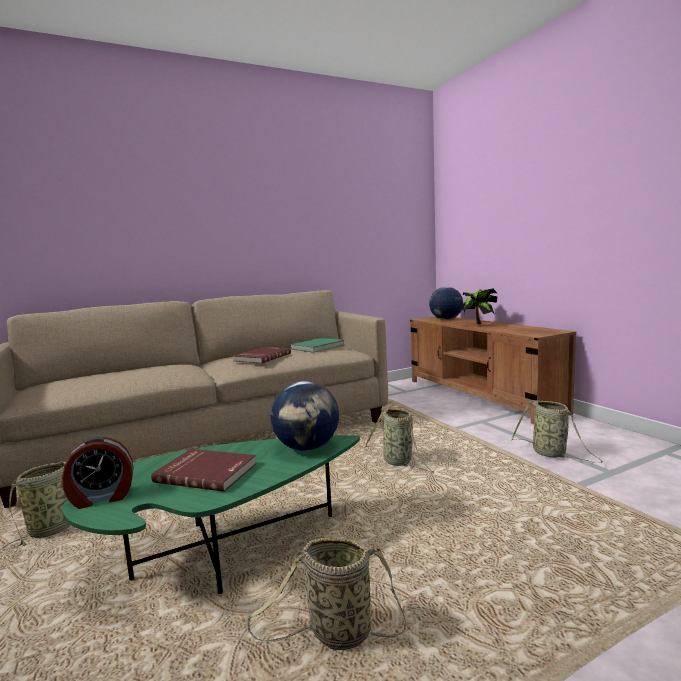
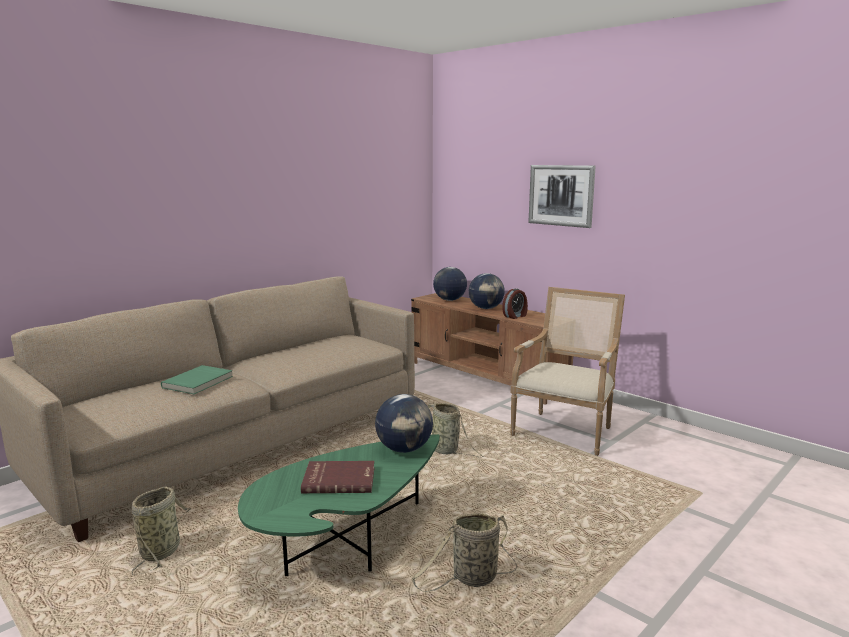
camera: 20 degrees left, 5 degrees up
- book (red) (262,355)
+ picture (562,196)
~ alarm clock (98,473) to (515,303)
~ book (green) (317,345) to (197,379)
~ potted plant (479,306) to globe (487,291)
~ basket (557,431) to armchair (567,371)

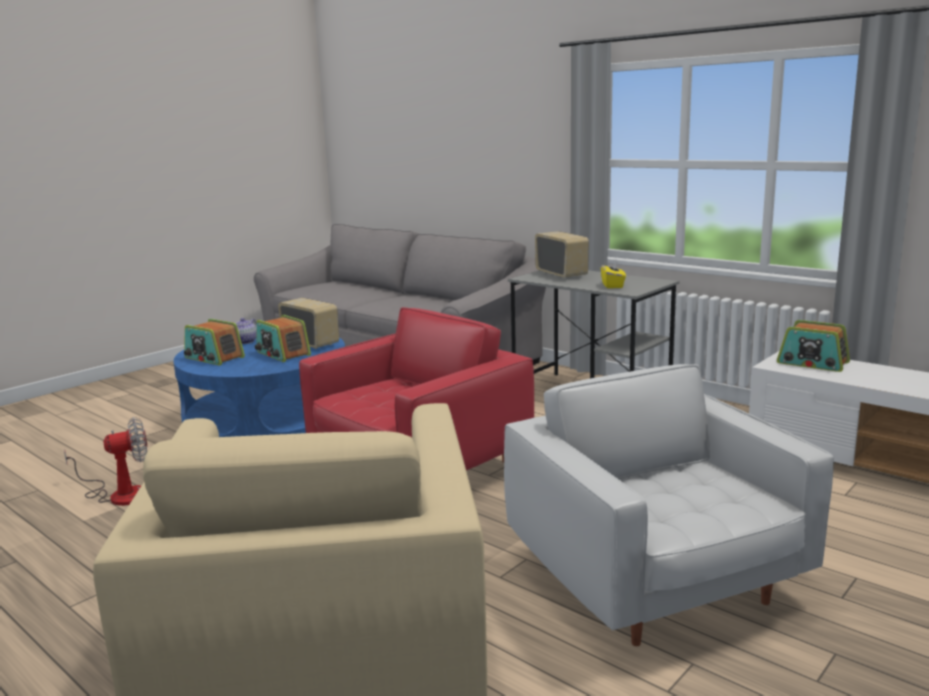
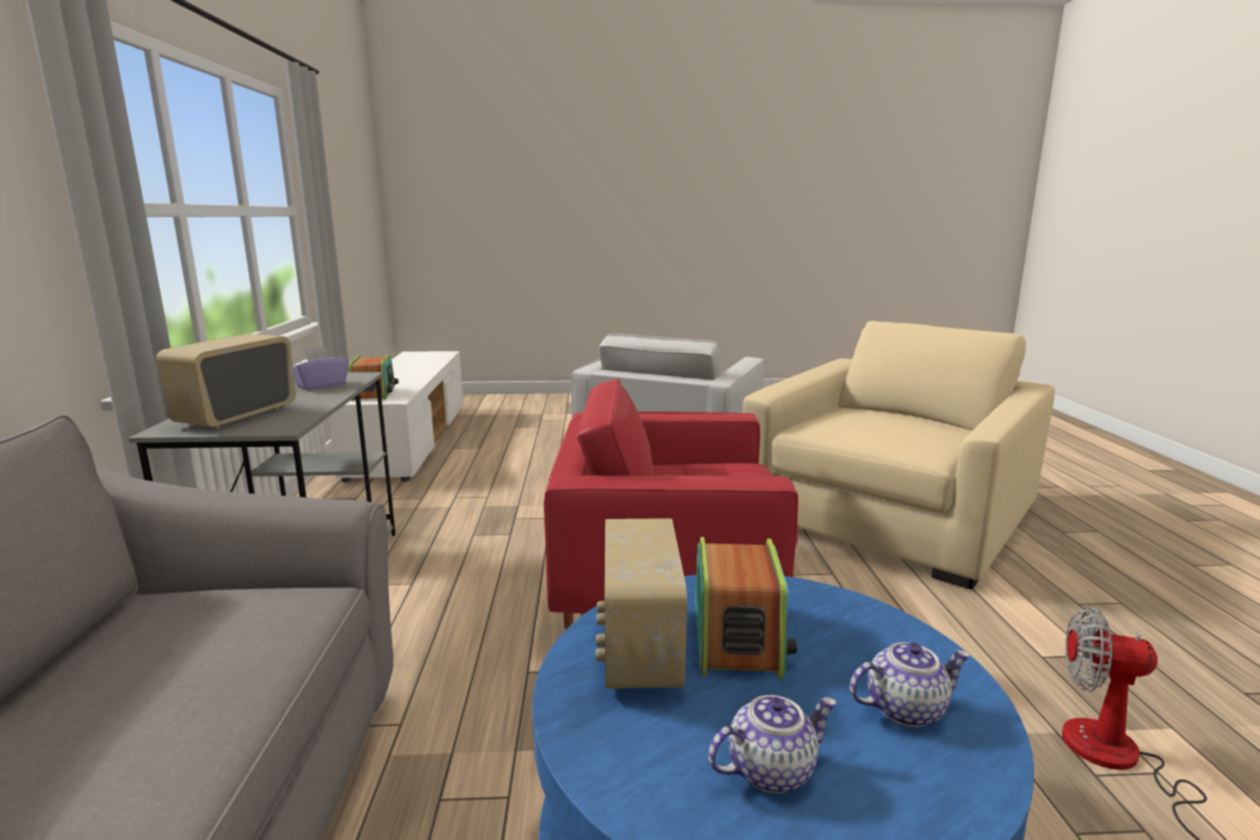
camera: 135 degrees left, 0 degrees up
~ radio (214,342) to teapot (910,684)
~ tissue box (yellow) (613,274) to tissue box (purple) (320,368)

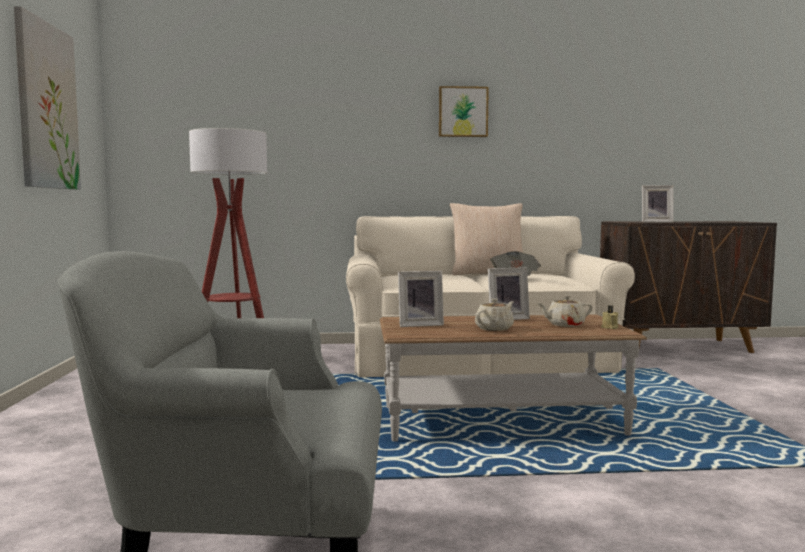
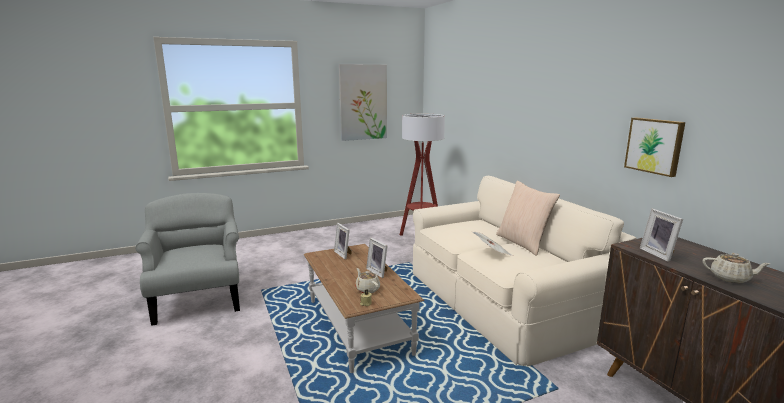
camera: 70 degrees right, 10 degrees up
~ picture (464,111) to (654,147)
~ teapot (beige) (494,314) to (736,268)

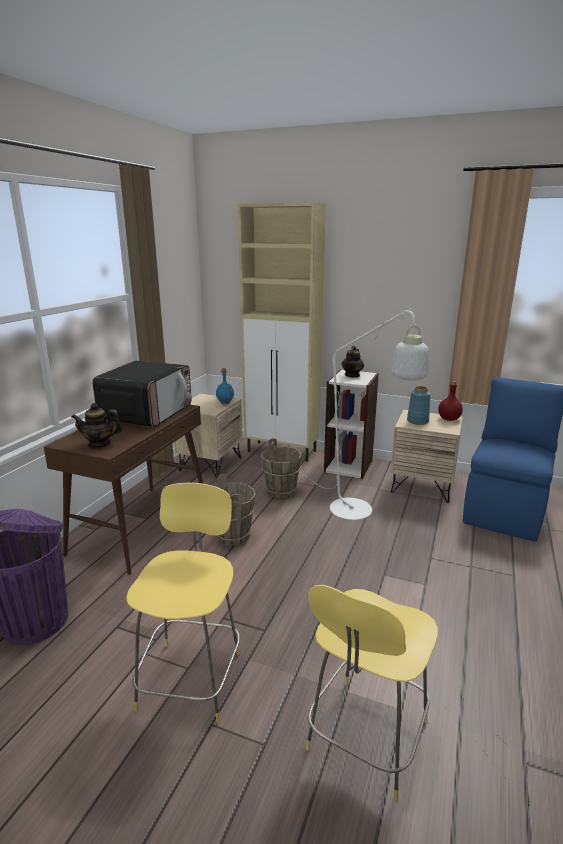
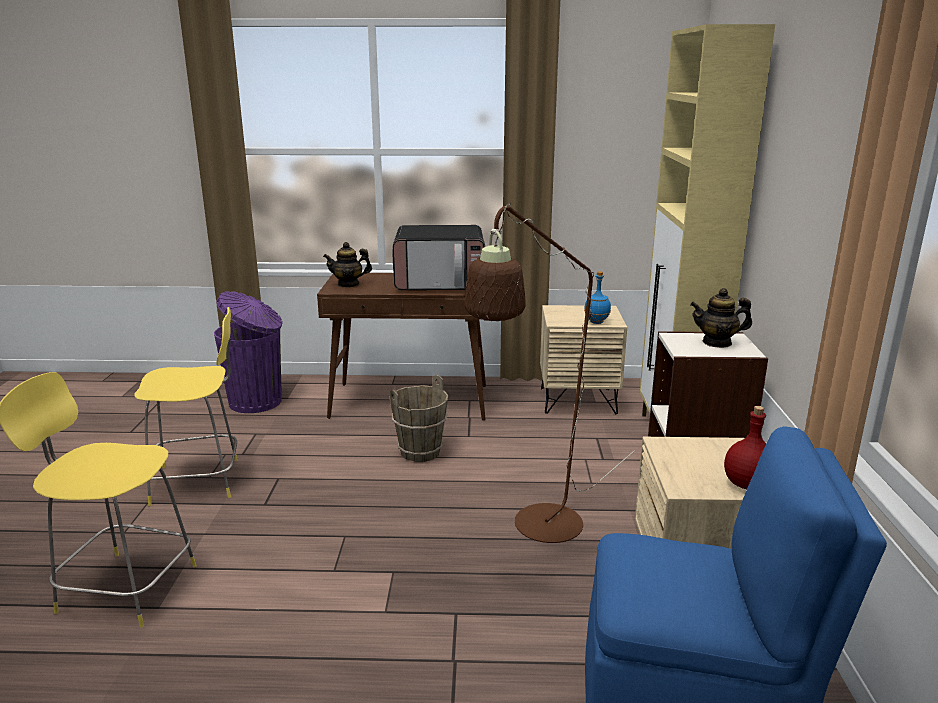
camera: 70 degrees right, 0 degrees up
- bucket (brown) (281,468)
- vase (blue) (419,405)
~ floor lamp (white) (364,414) to floor lamp (brown) (549,372)
~ teapot (97,425) = (347,265) 75 degrees counterclockwise

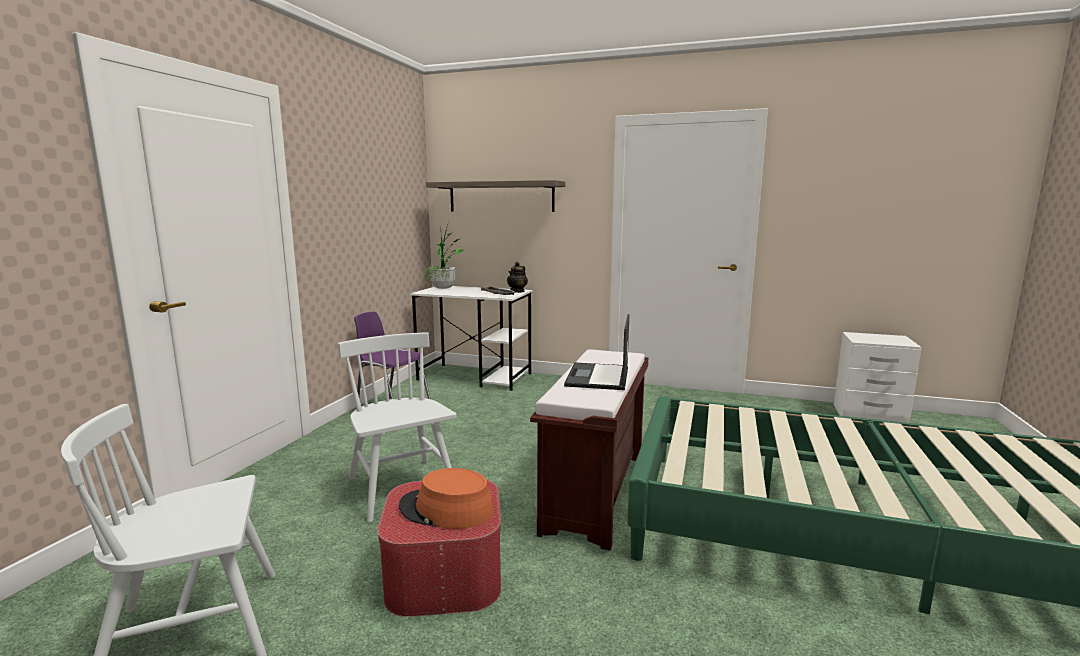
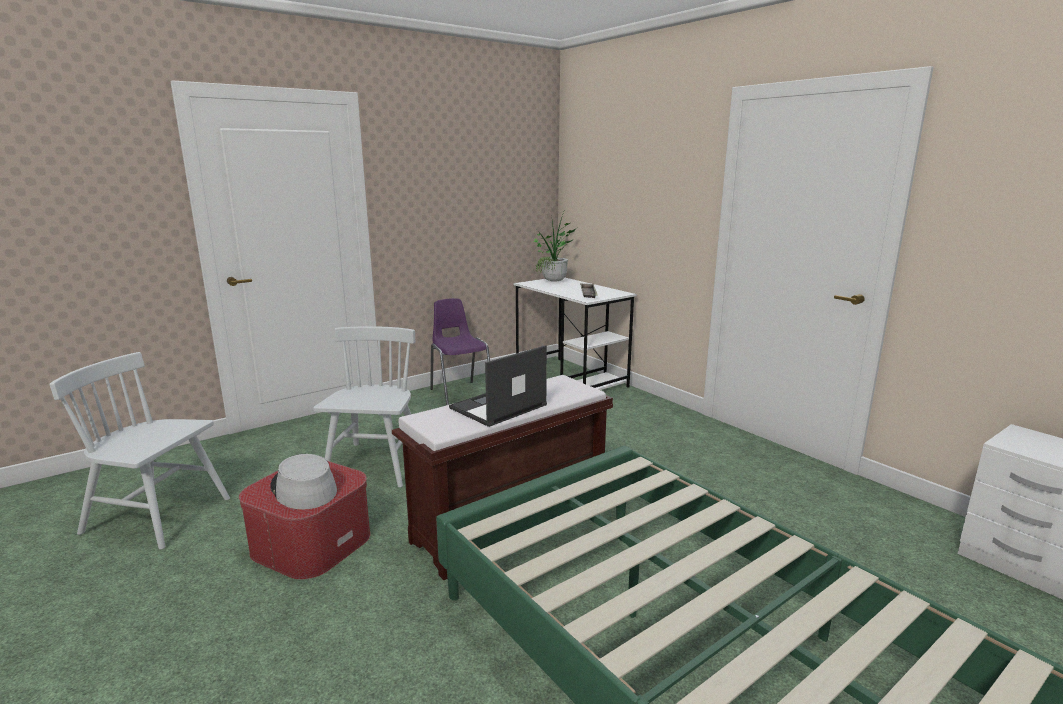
camera: 35 degrees right, 5 degrees up
- shelf (495,196)
- teapot (517,277)
~ hat (orange) (446,498) to hat (grey) (303,482)

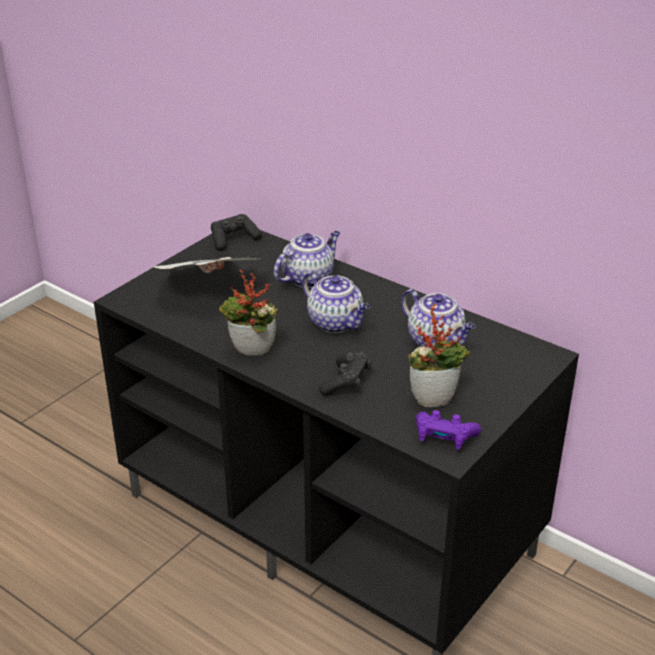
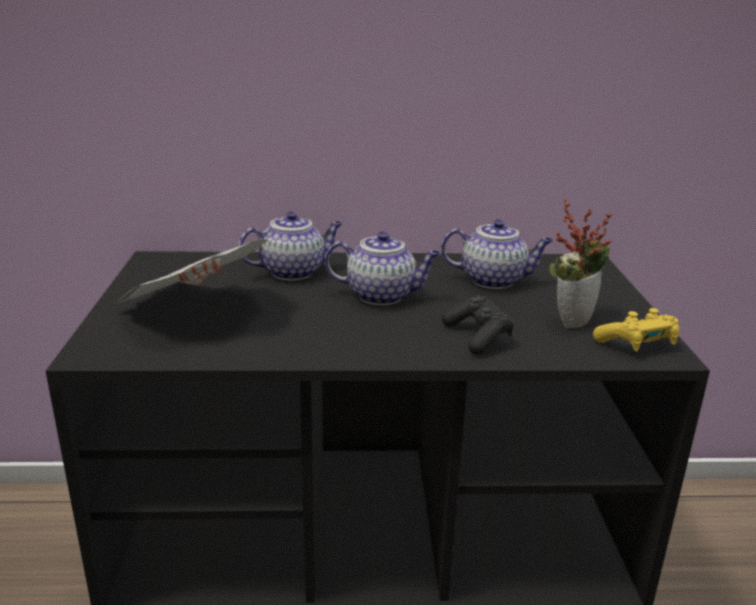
camera: 40 degrees left, 10 degrees down
- game controller (black) (236,232)
- potted plant (248,313)
~ game controller (purple) (448,430) to game controller (yellow) (636,329)
~ teapot (307,259) = (290,245) 60 degrees clockwise

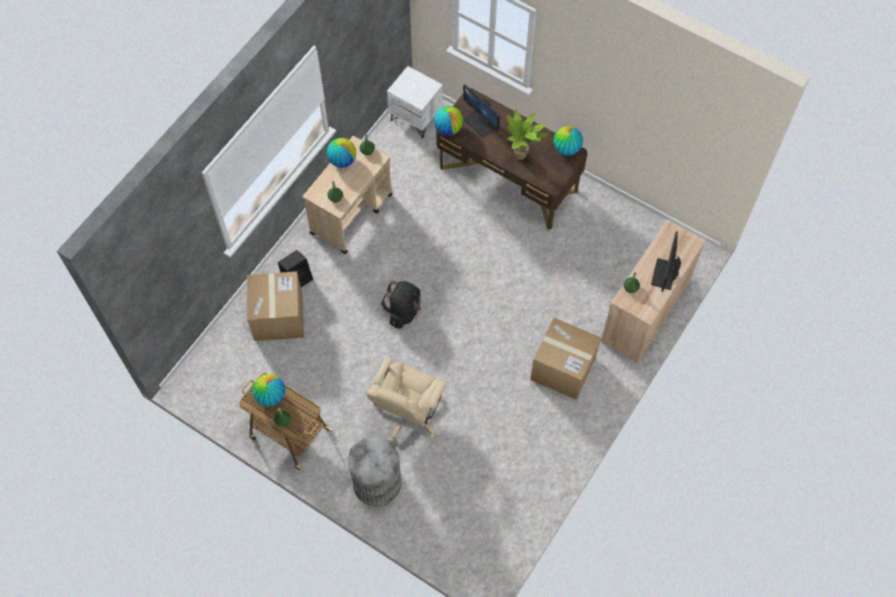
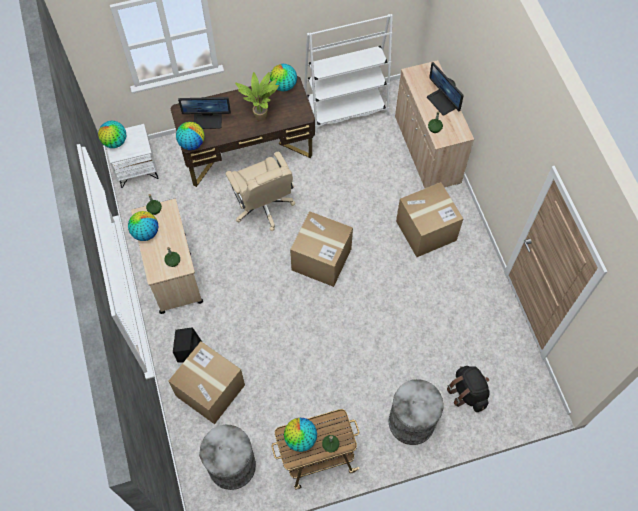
camera: 50 degrees left, 0 degrees up
+ globe (112,134)
+ trash can (grey) (227,457)
+ cardboard box (321,249)
+ bookcase (white) (348,73)
~ office chair (beige) (406,400) to (260,191)
~ backpack (black) (401,305) to (468,389)

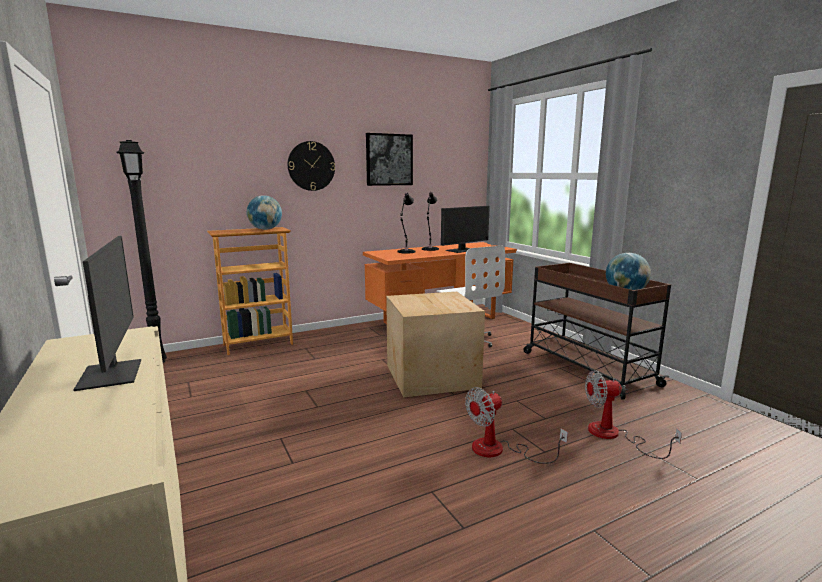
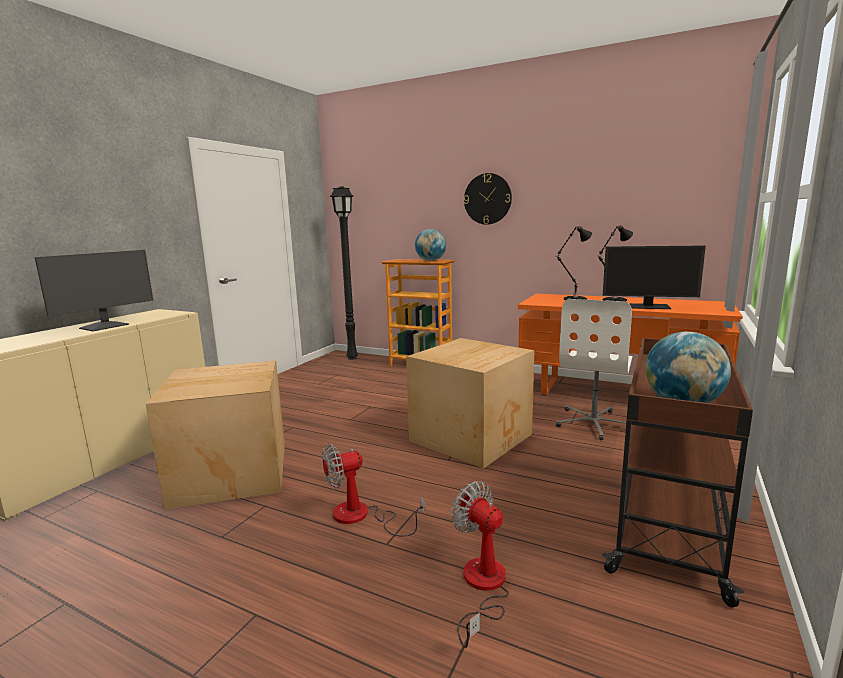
camera: 55 degrees right, 0 degrees up
- picture (389,159)
+ cardboard box (215,435)
~ fan (516,425) = (373,490) 45 degrees counterclockwise

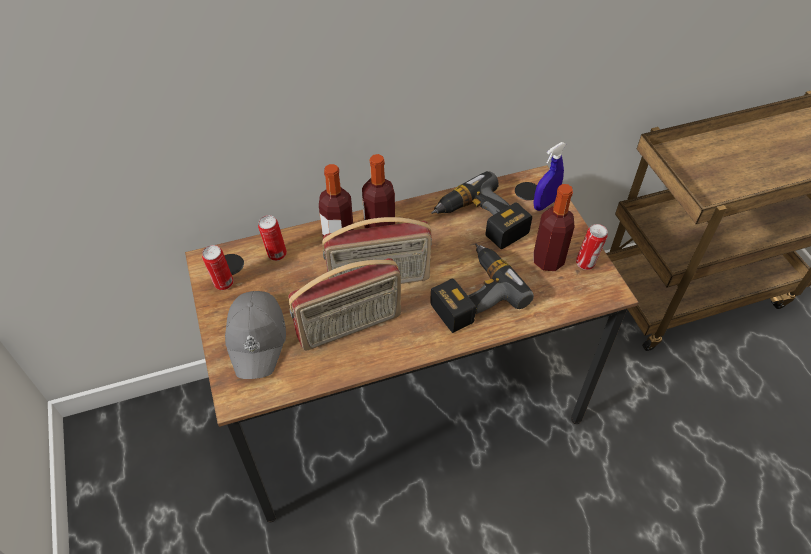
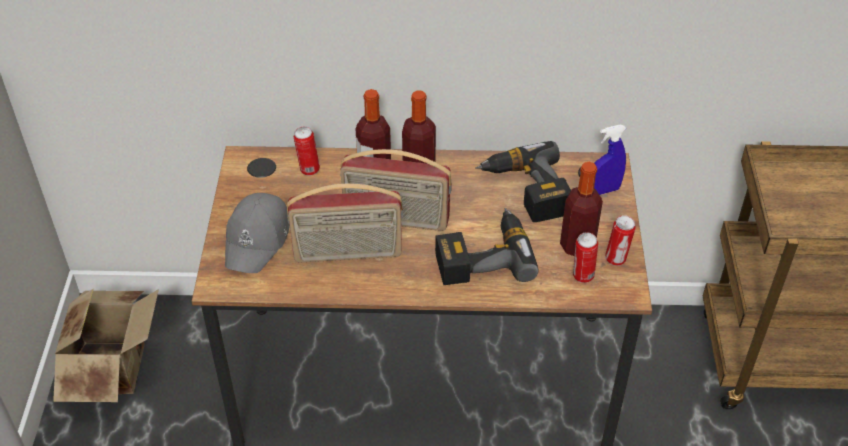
camera: 20 degrees right, 5 degrees down
+ cardboard box (106,345)
~ can (217,267) to (585,257)

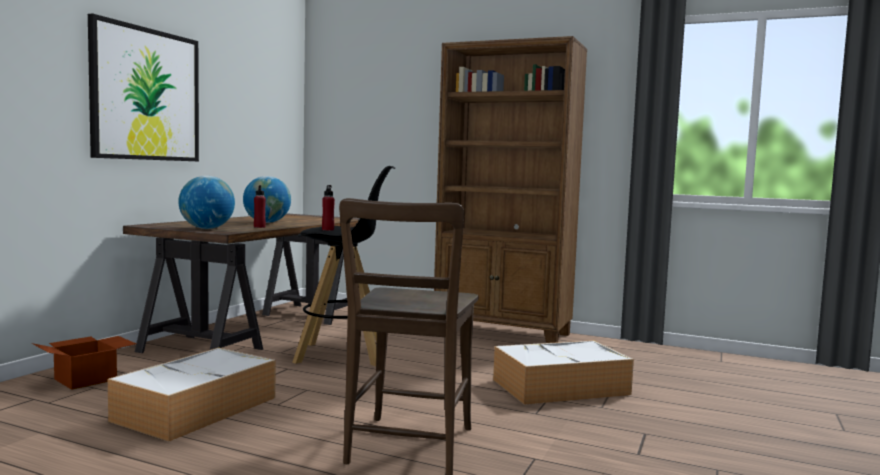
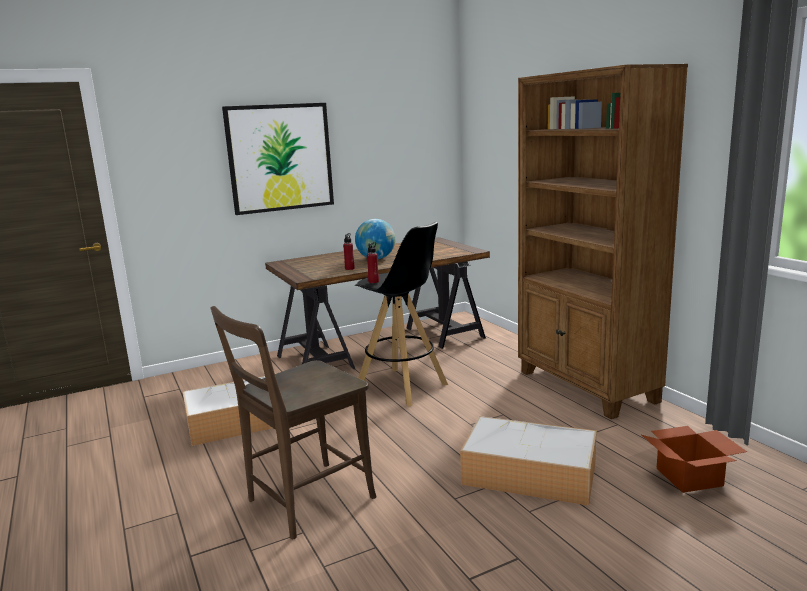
camera: 40 degrees right, 10 degrees up
- globe (206,202)
~ cardboard box (84,363) to (694,459)

